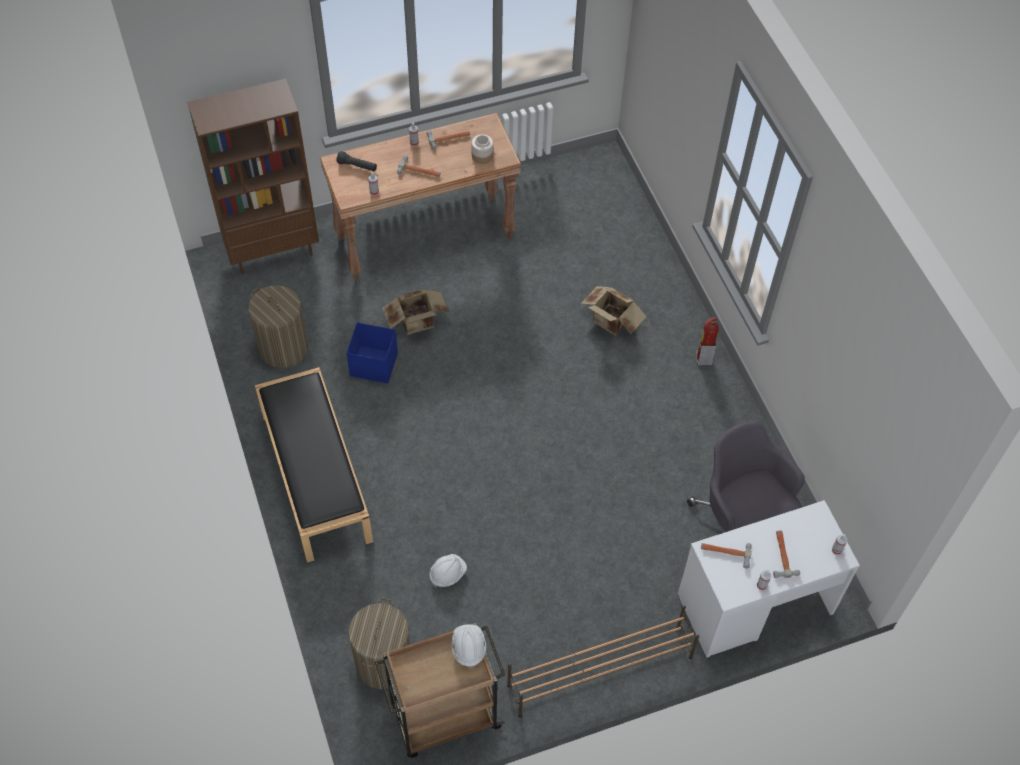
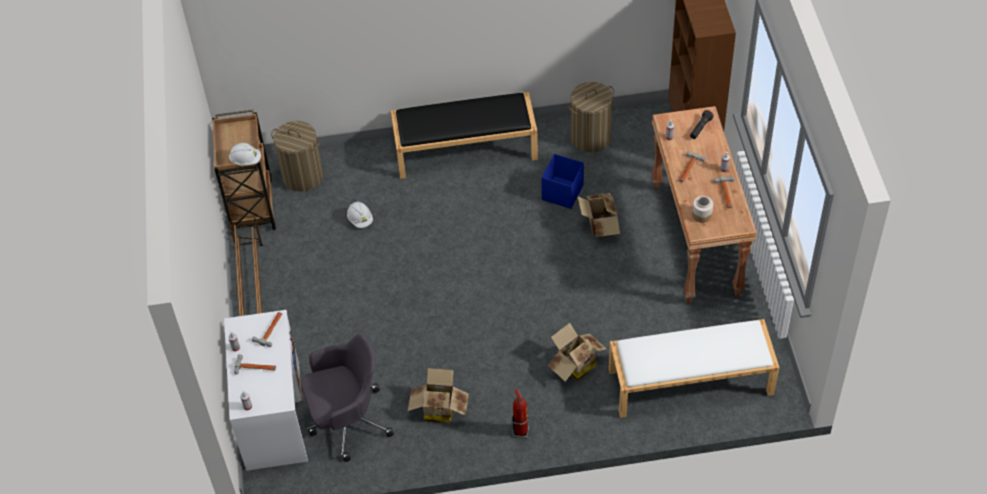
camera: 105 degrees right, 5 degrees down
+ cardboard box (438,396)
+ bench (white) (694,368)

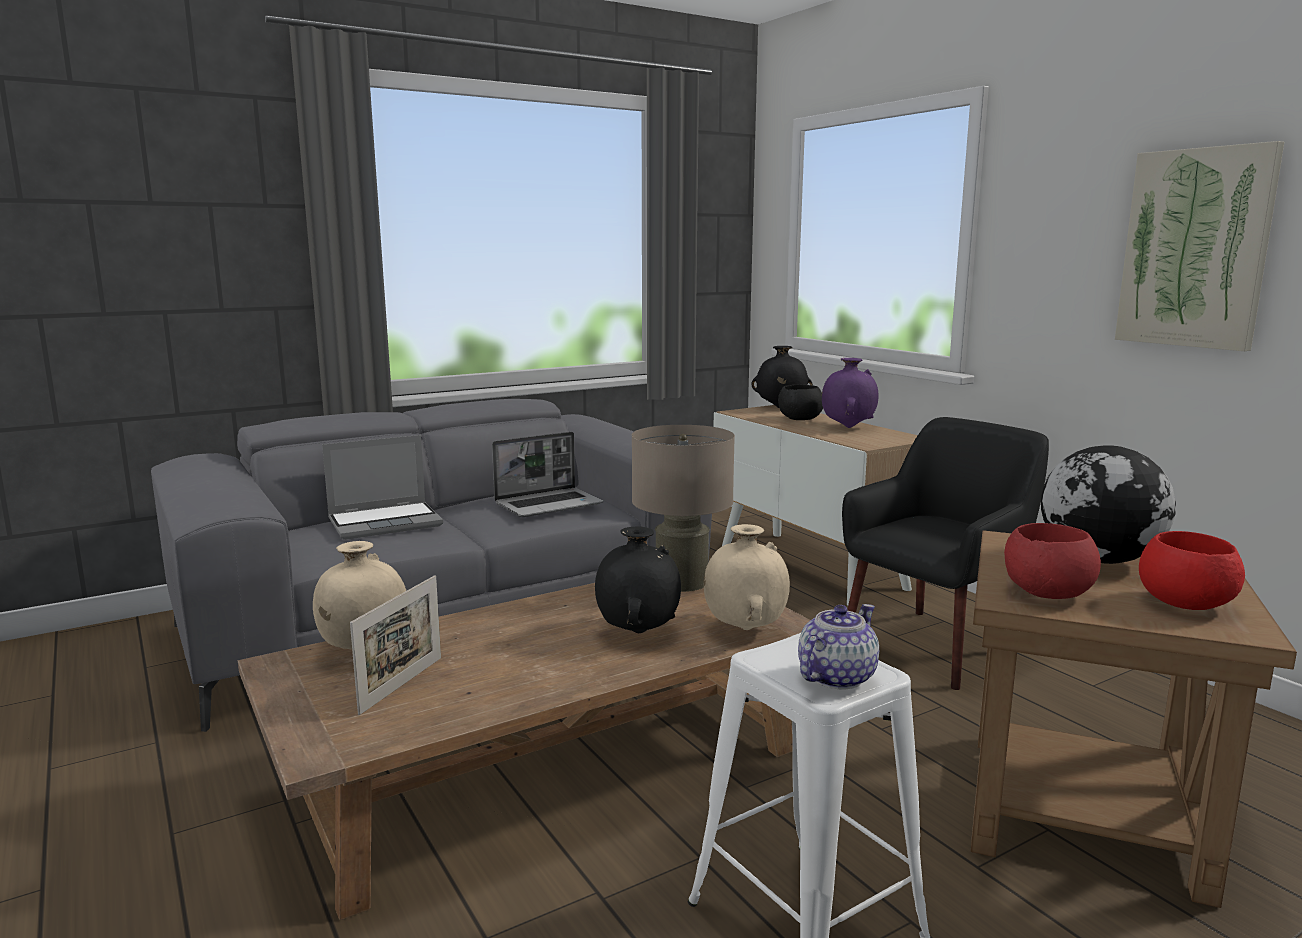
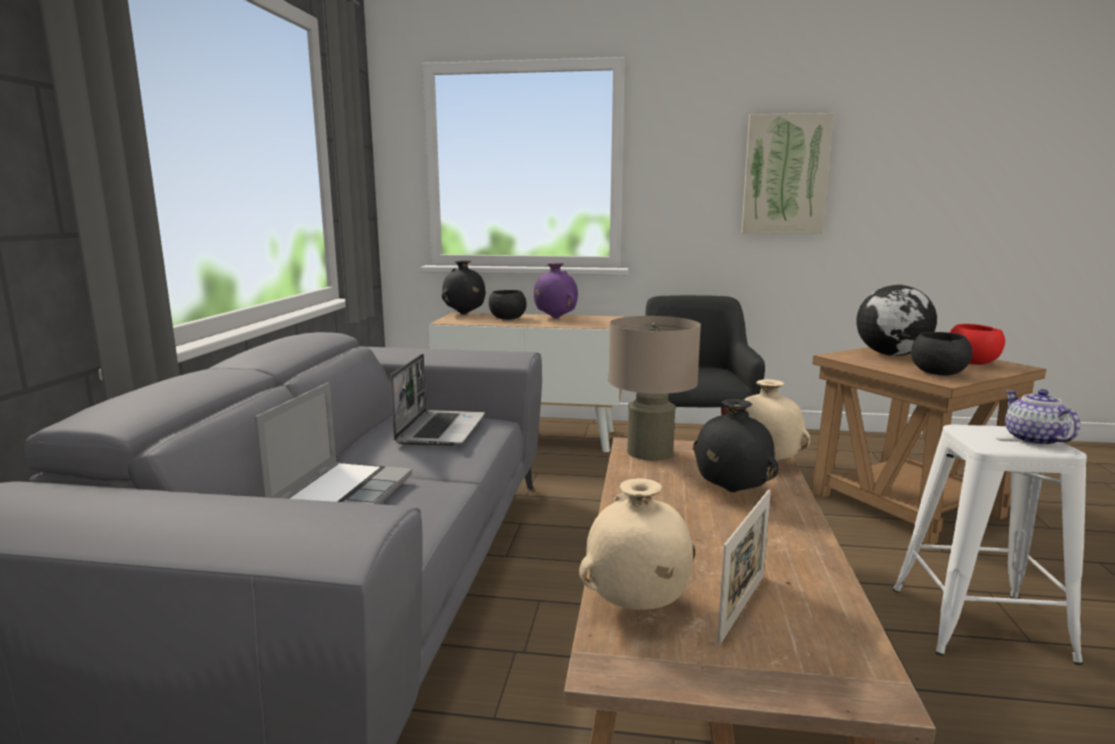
camera: 50 degrees left, 0 degrees up
~ bowl (red) (1052,561) to bowl (black) (942,354)
~ picture frame (395,645) = (744,567) 60 degrees clockwise

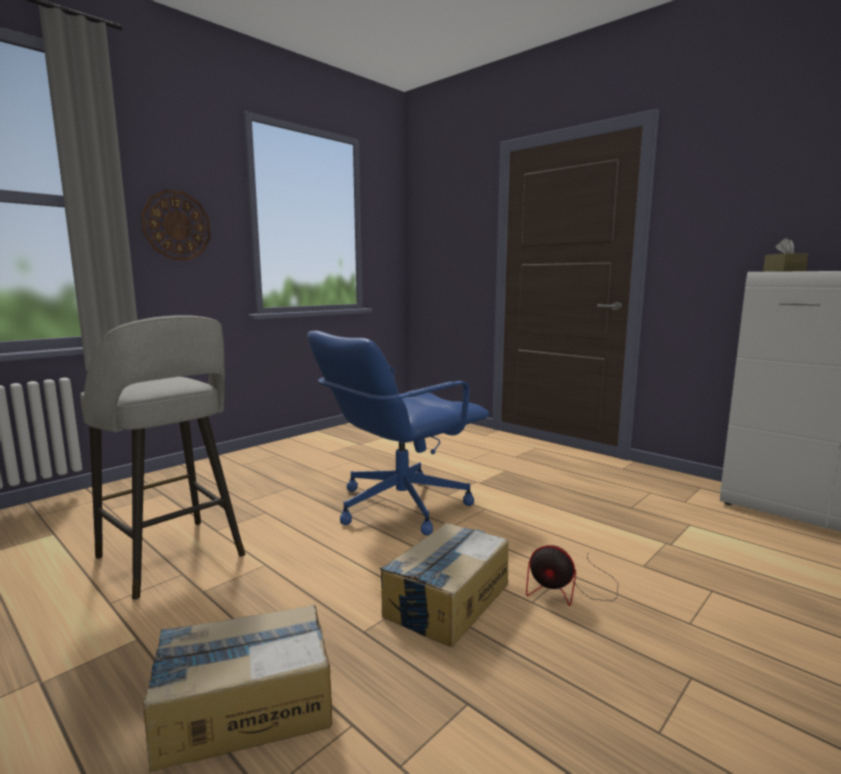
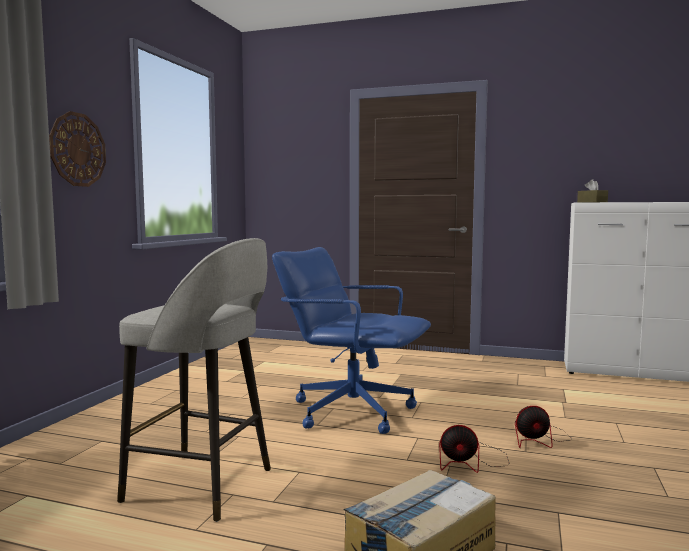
camera: 25 degrees left, 5 degrees down
~ cardboard box (443,585) to fan (474,449)
~ office chair (blue) (398,433) = (351,340) 90 degrees clockwise

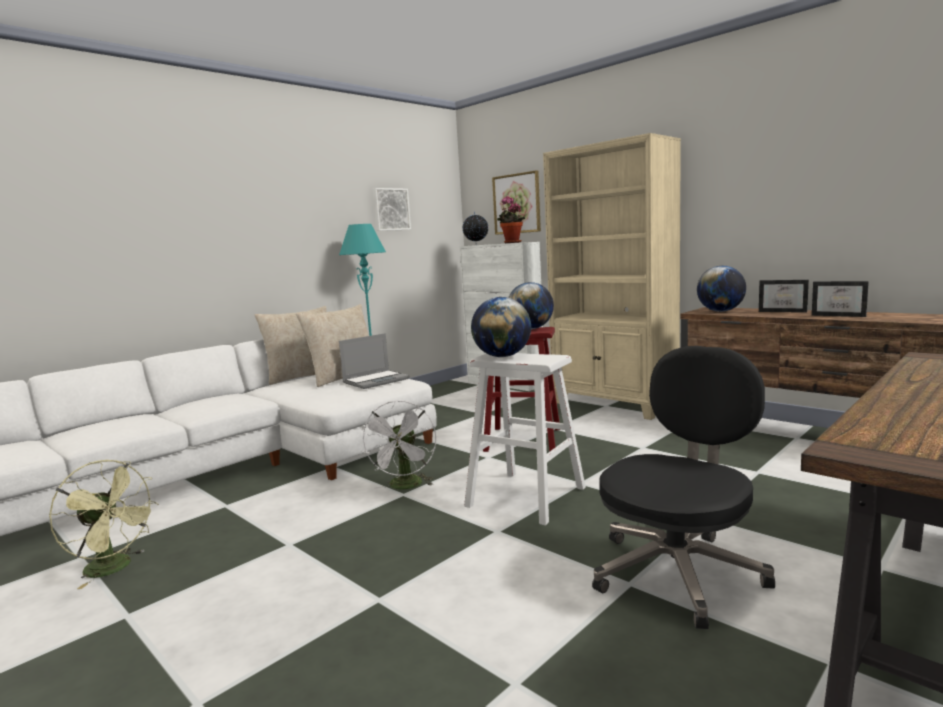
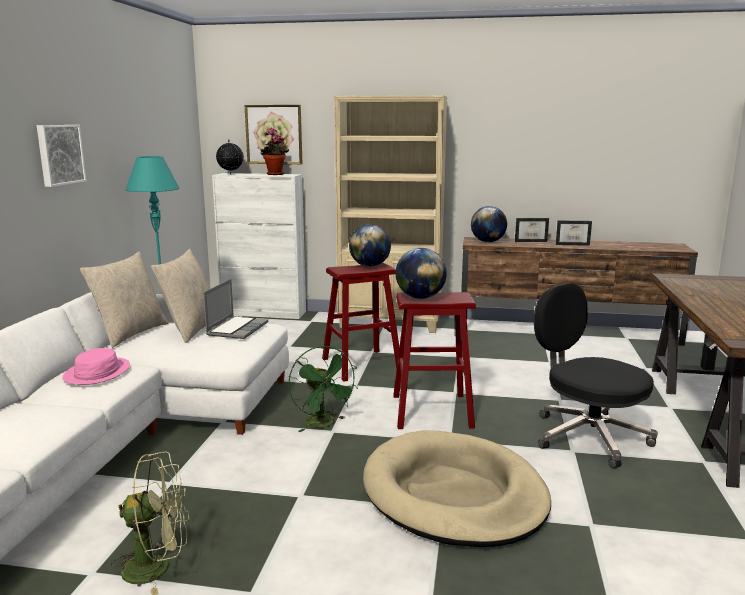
camera: 35 degrees left, 5 degrees up
+ hat (pink) (96,366)
+ dog bed (beige) (457,488)
~ picture (392,209) to (61,156)
~ fan (white) (398,444) to fan (green) (323,389)
~ stool (white) (525,439) to stool (red) (434,360)
~ office chair (black) (683,487) = (596,376) 45 degrees counterclockwise

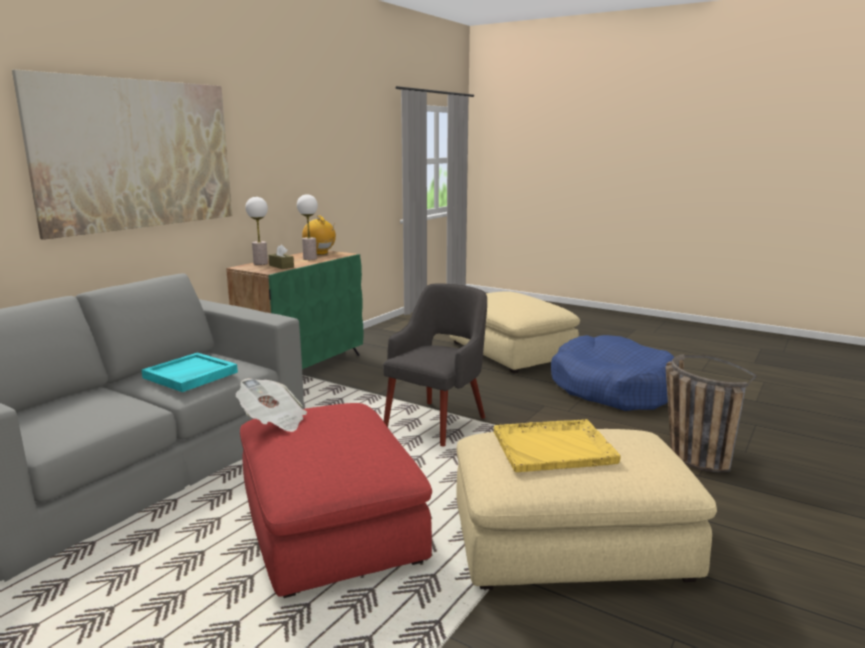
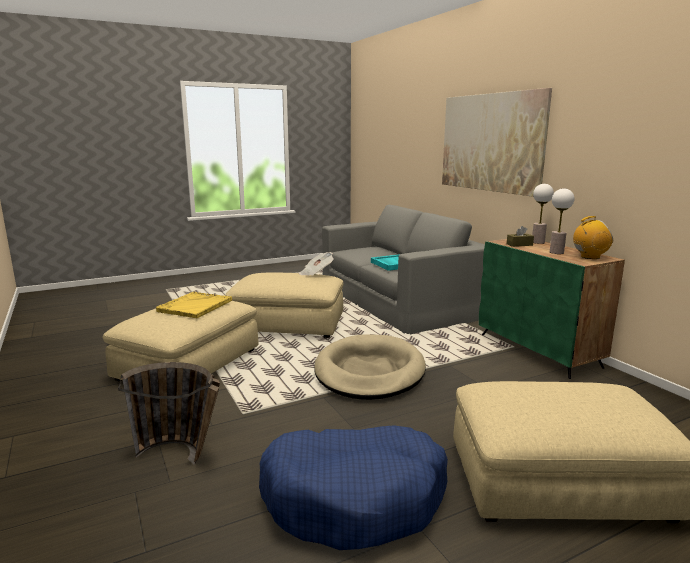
camera: 120 degrees right, 0 degrees up
~ armchair (grey) (435,365) to dog bed (beige) (370,367)
~ ottoman (red) (336,500) to ottoman (beige) (284,305)

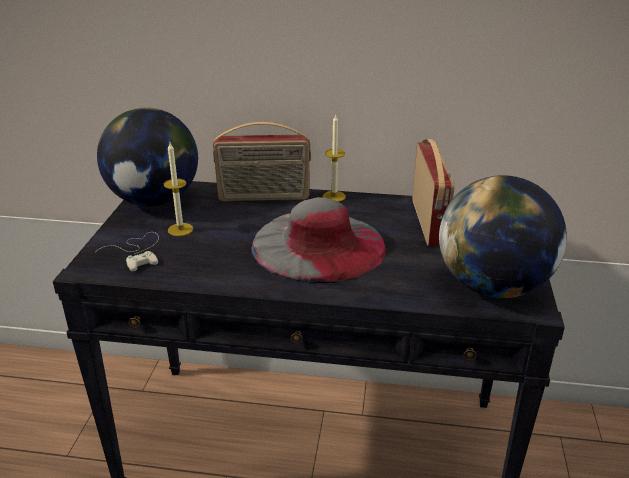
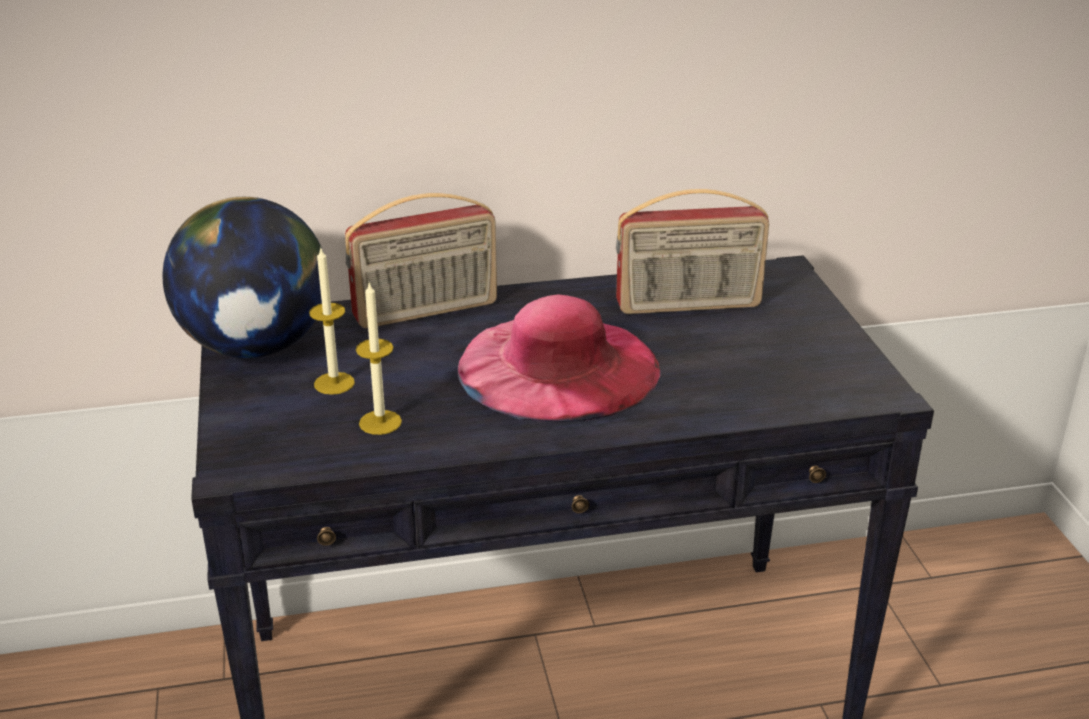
camera: 20 degrees left, 0 degrees up
- game controller (white) (128,252)
- globe (503,236)
~ candle (334,158) to (379,358)
~ hat (grey) (319,240) to hat (pink) (559,358)
~ radio (433,192) = (692,251) 105 degrees clockwise

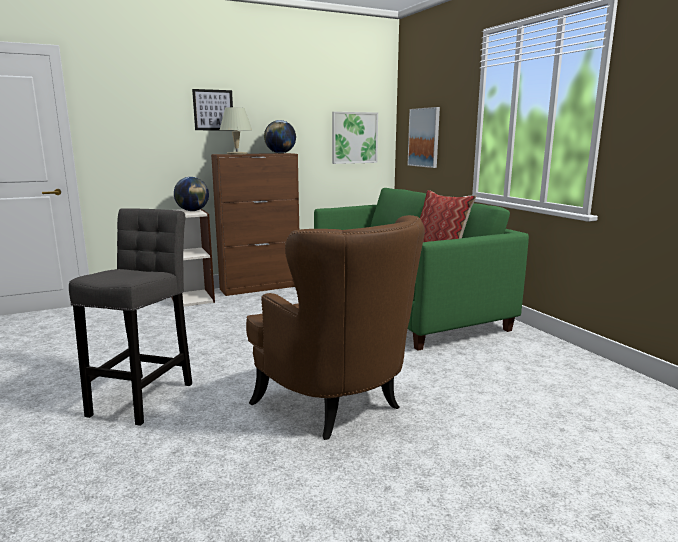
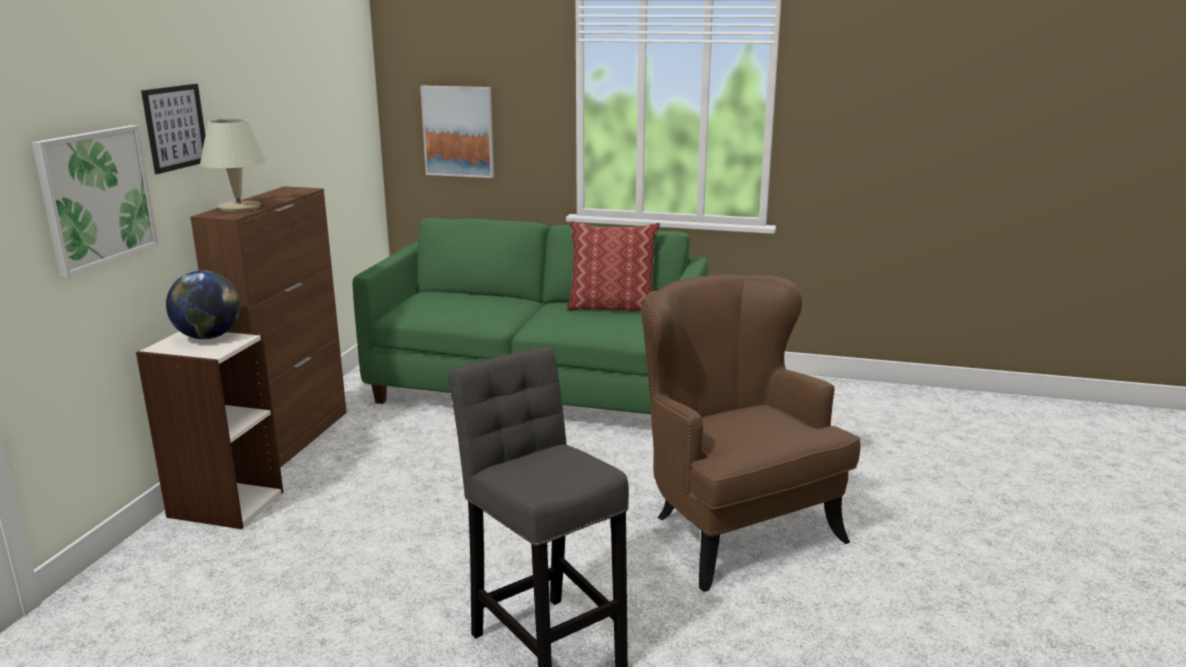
camera: 50 degrees left, 5 degrees up
- globe (280,136)
~ picture (355,138) to (95,201)
~ armchair (brown) (335,327) = (751,433) 120 degrees counterclockwise

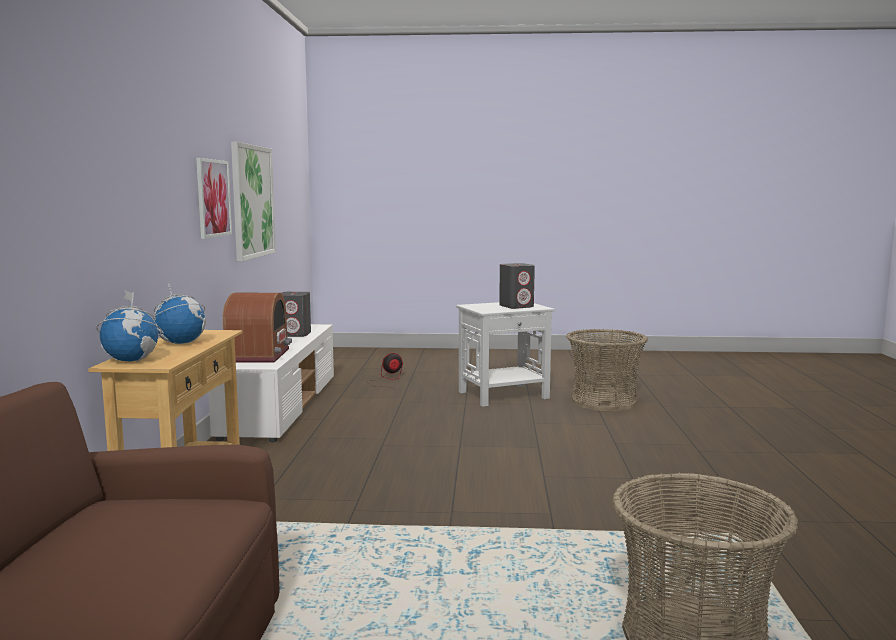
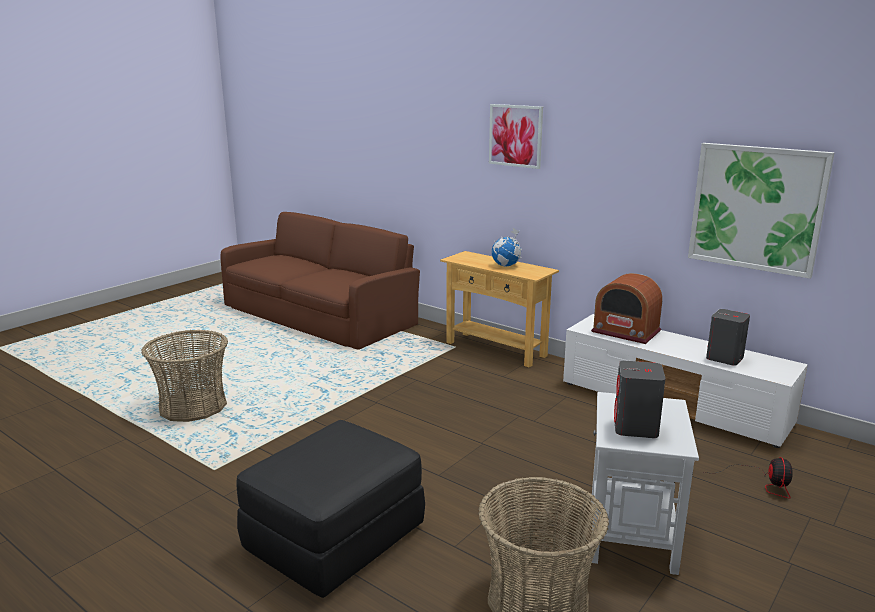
camera: 125 degrees right, 10 degrees up
- globe (129,326)
+ ottoman (black) (331,509)
~ picture (214,198) to (516,136)

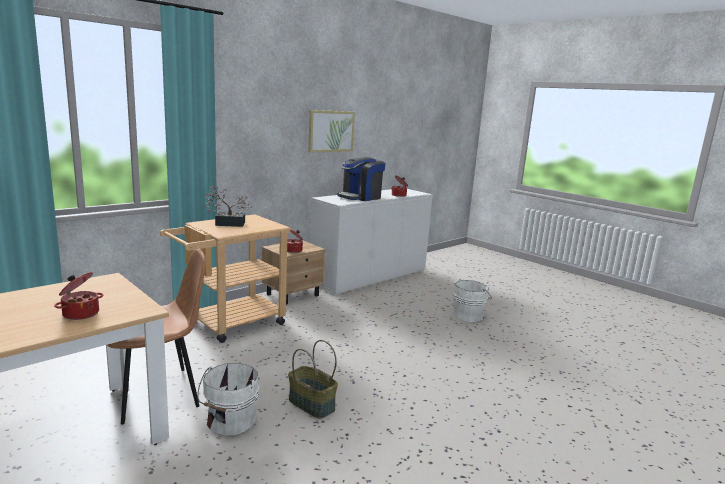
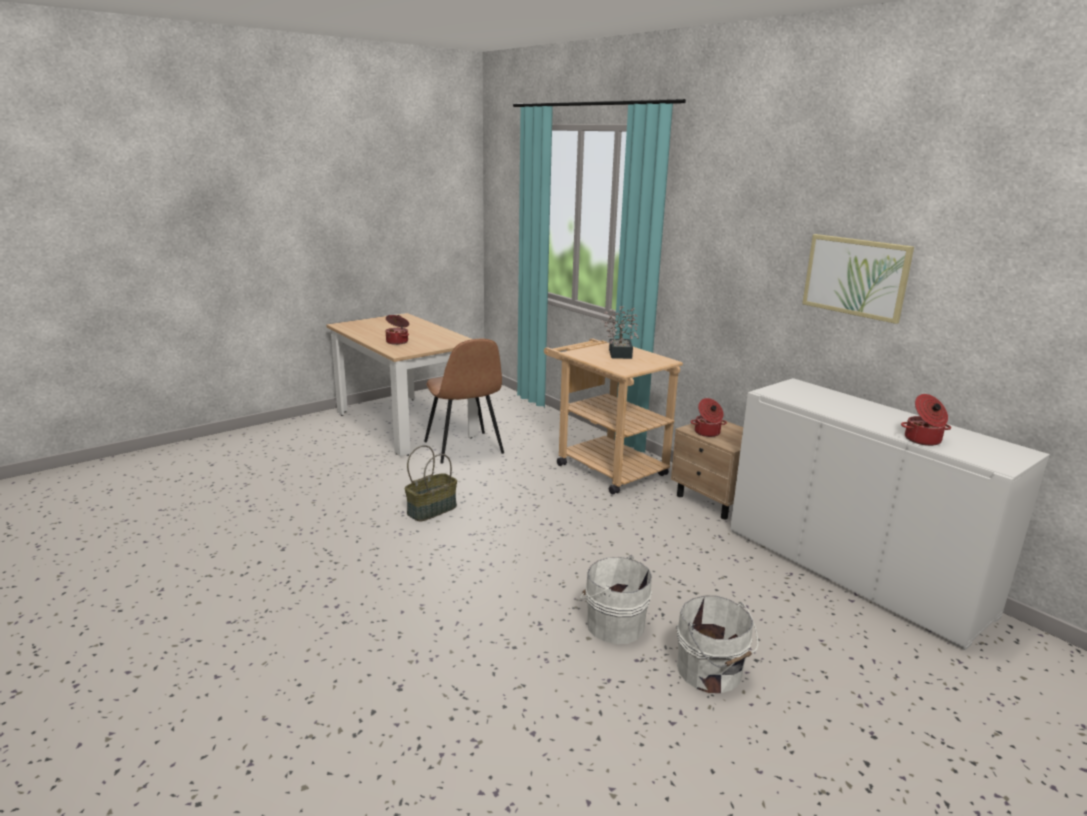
camera: 95 degrees right, 5 degrees up
- coffee machine (361,179)
~ bucket (white) (228,399) to (616,599)

